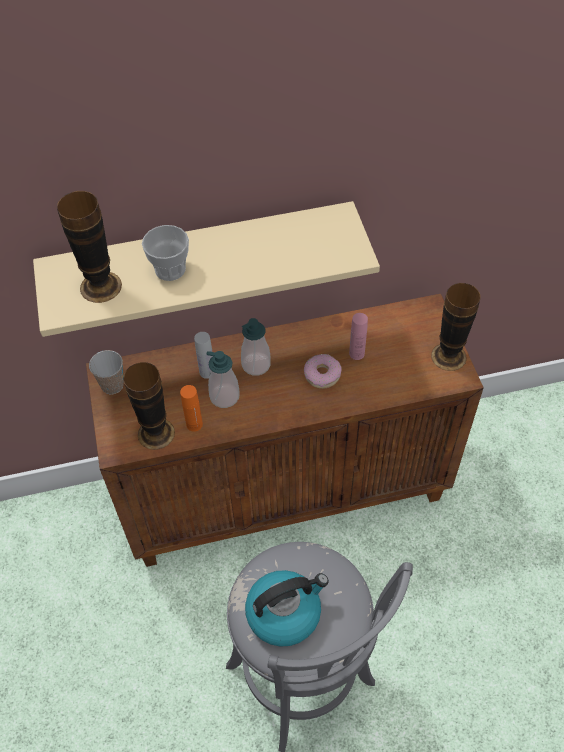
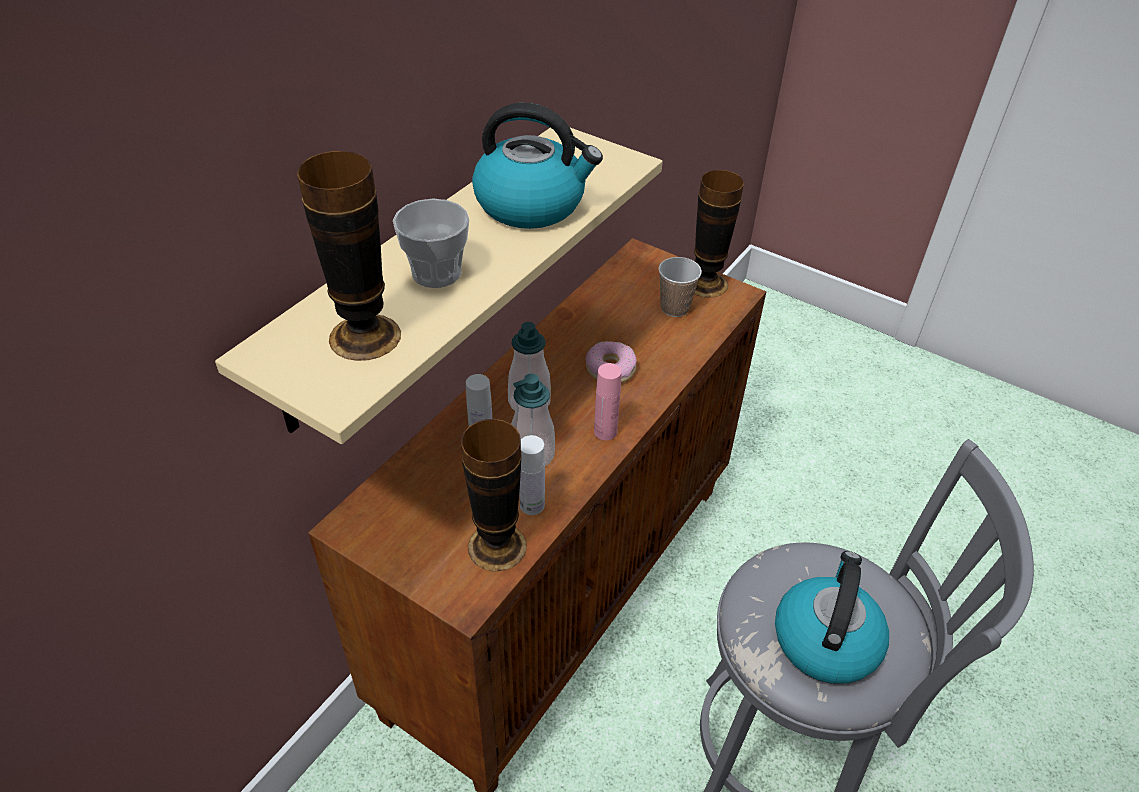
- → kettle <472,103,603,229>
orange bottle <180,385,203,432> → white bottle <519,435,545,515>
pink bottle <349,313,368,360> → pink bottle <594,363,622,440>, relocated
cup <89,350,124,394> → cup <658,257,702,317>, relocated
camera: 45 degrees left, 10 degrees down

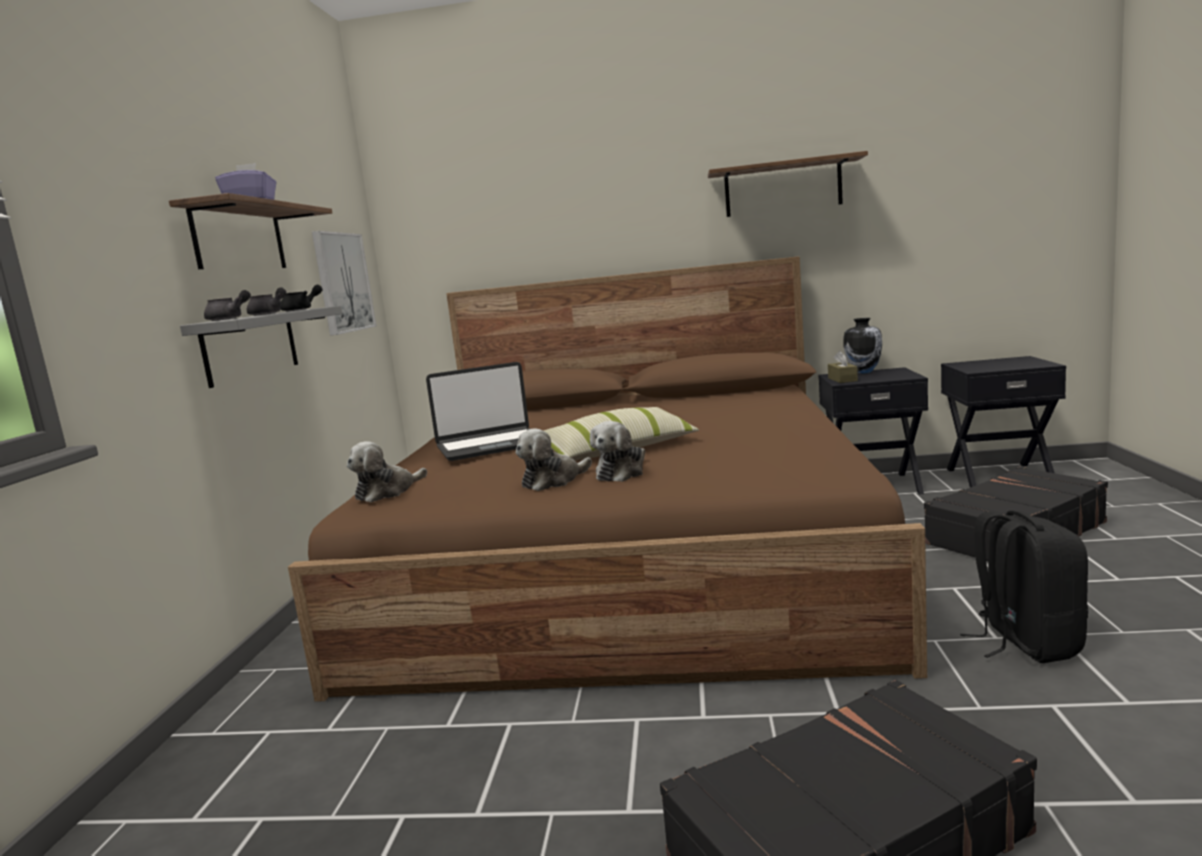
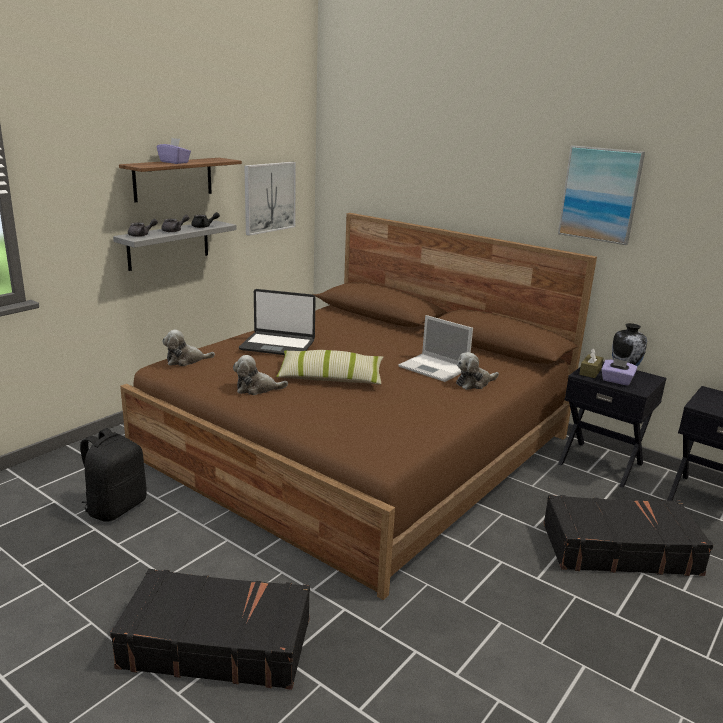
black backpack <960,511,1088,663> → black backpack <80,428,147,522>, relocated
- → laptop <398,315,473,382>
plush toy <590,421,645,482> → plush toy <456,352,499,390>, relocated
shelf <708,151,868,217> → picture <558,145,645,245>
- → purple tissue box <601,358,637,386>
camera: 30 degrees right, 10 degrees up

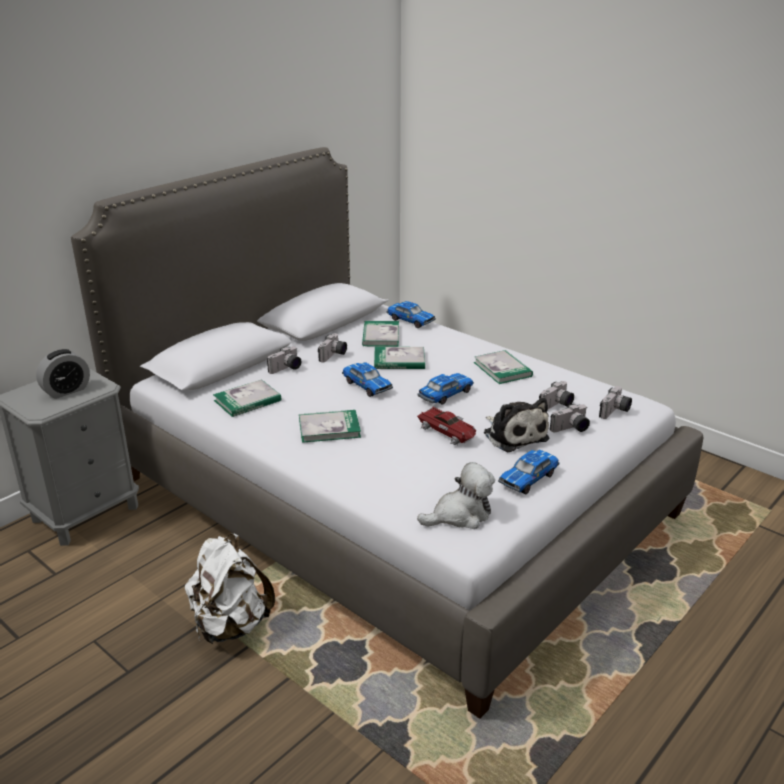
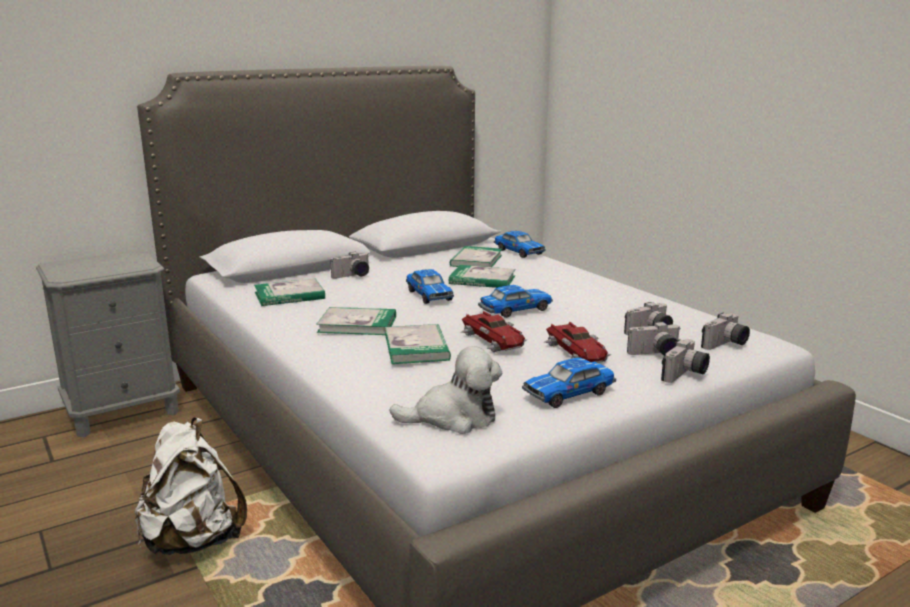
book <474,350,533,384> → book <385,324,451,364>, relocated
plush toy <484,398,549,452> → toy car <545,321,612,363>
photo camera <318,333,347,363> → photo camera <661,339,710,383>, relocated
alarm clock <36,349,90,399> → -
camera: 15 degrees right, 10 degrees down

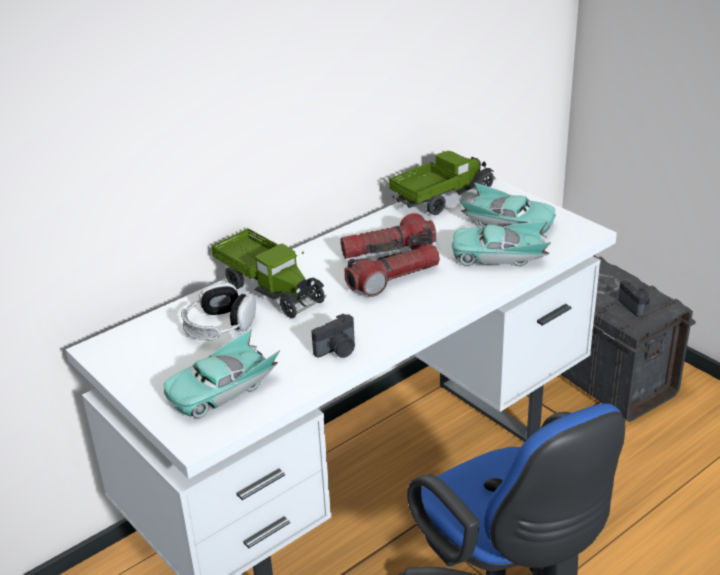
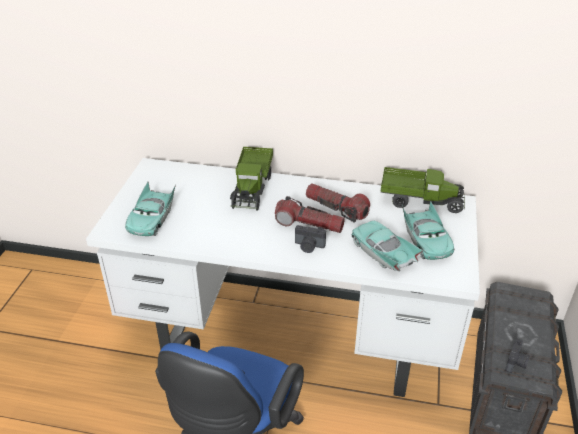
turquoise toy car <163,329,280,418> → turquoise toy car <125,182,176,236>, 90 degrees counterclockwise
photo camera <311,314,355,358> → photo camera <295,225,326,253>, relocated
headphones <181,283,256,340> → -
camera: 50 degrees right, 5 degrees up

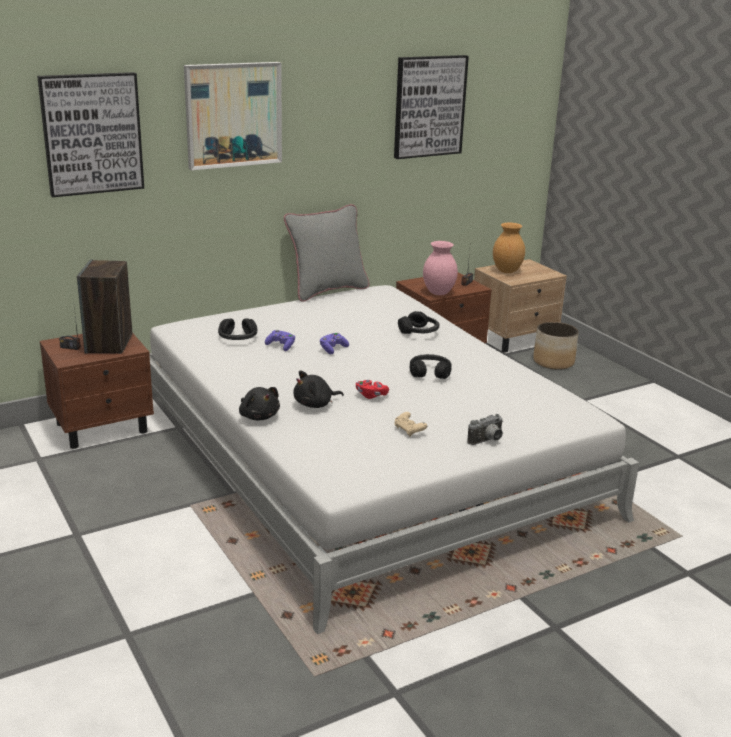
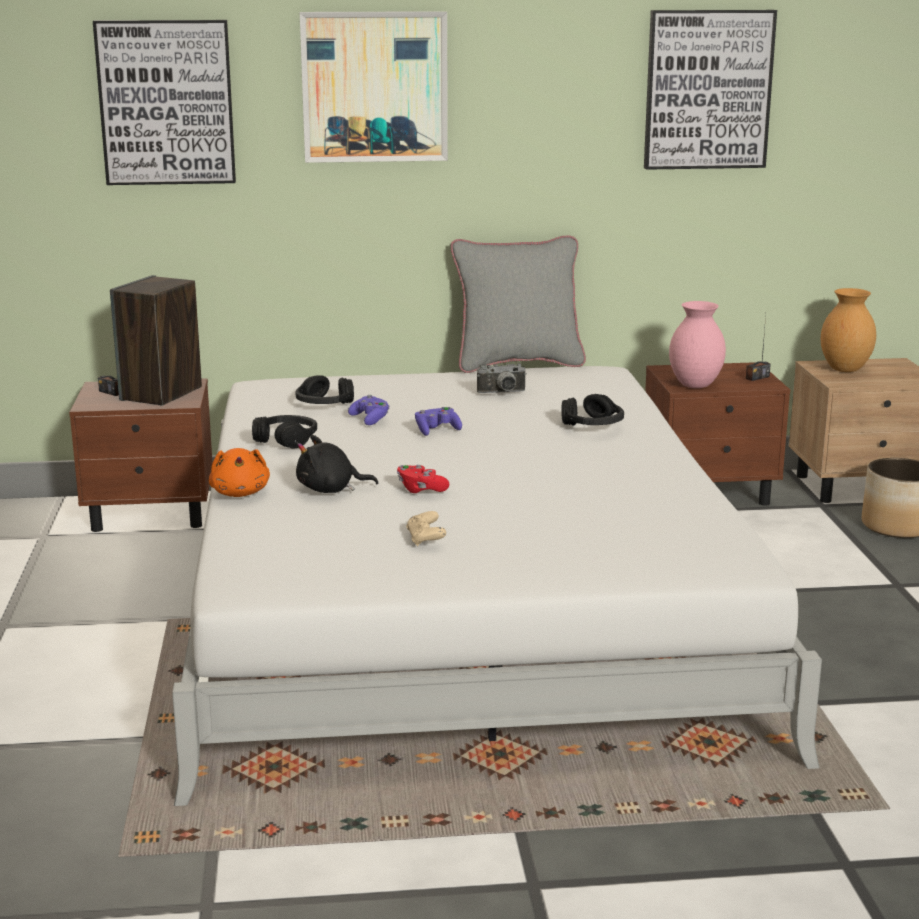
black plush toy <239,387,280,420> → orange plush toy <209,448,270,497>
black headphones <410,354,451,379> → black headphones <252,415,317,448>, relocated
photo camera <467,414,503,445> → photo camera <477,363,527,393>, relocated
camera: 25 degrees right, 5 degrees down

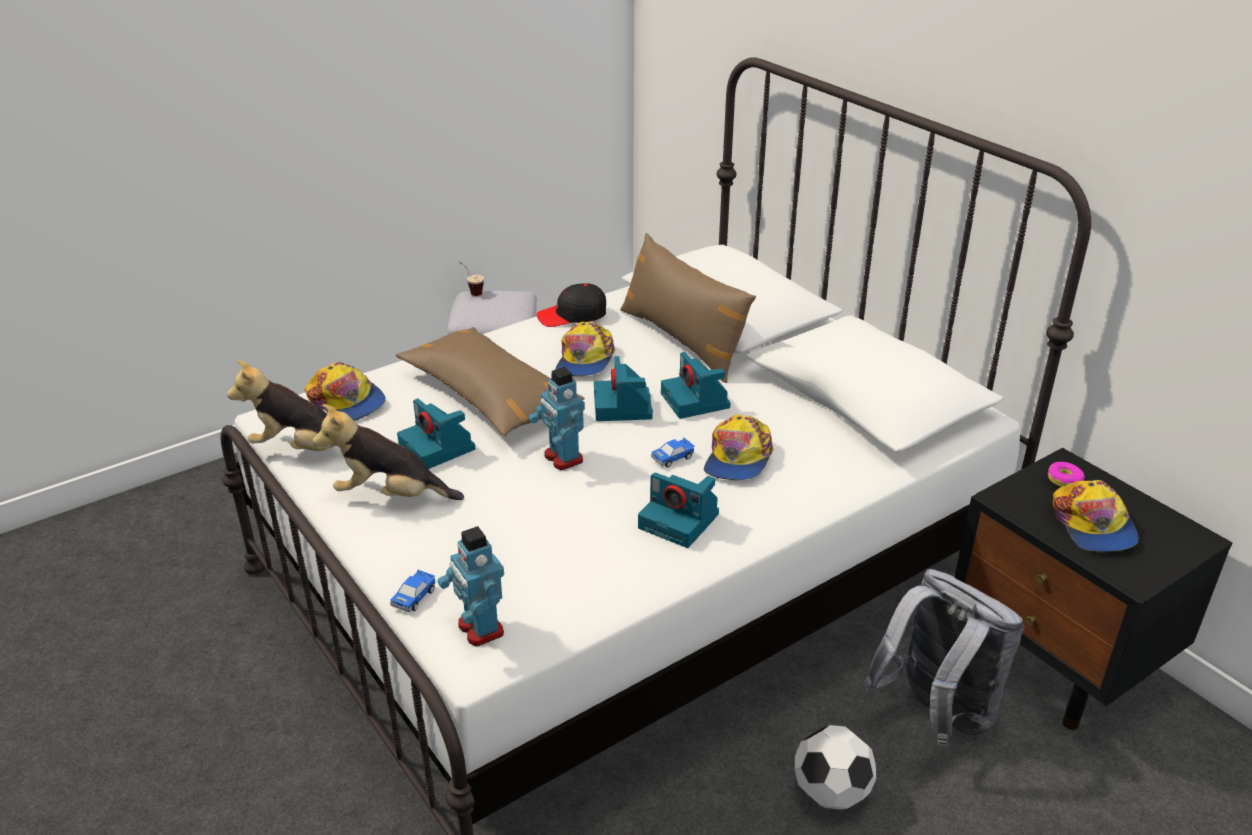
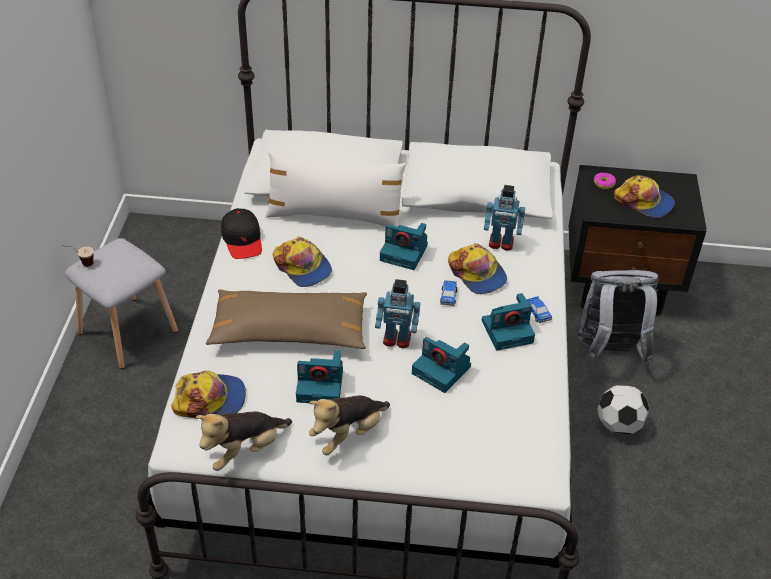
black cap <537,283,606,327> → black cap <221,208,262,259>, 45 degrees counterclockwise
brown pillow <620,233,756,383> → white pillow <265,152,406,227>
photo camera <594,356,653,421> → photo camera <412,337,471,393>, relocated
toy robot <437,526,504,646> → toy robot <484,185,525,251>, relocated
toy car <390,570,435,613> → toy car <527,296,552,323>, relocated
camera: 50 degrees left, 10 degrees up

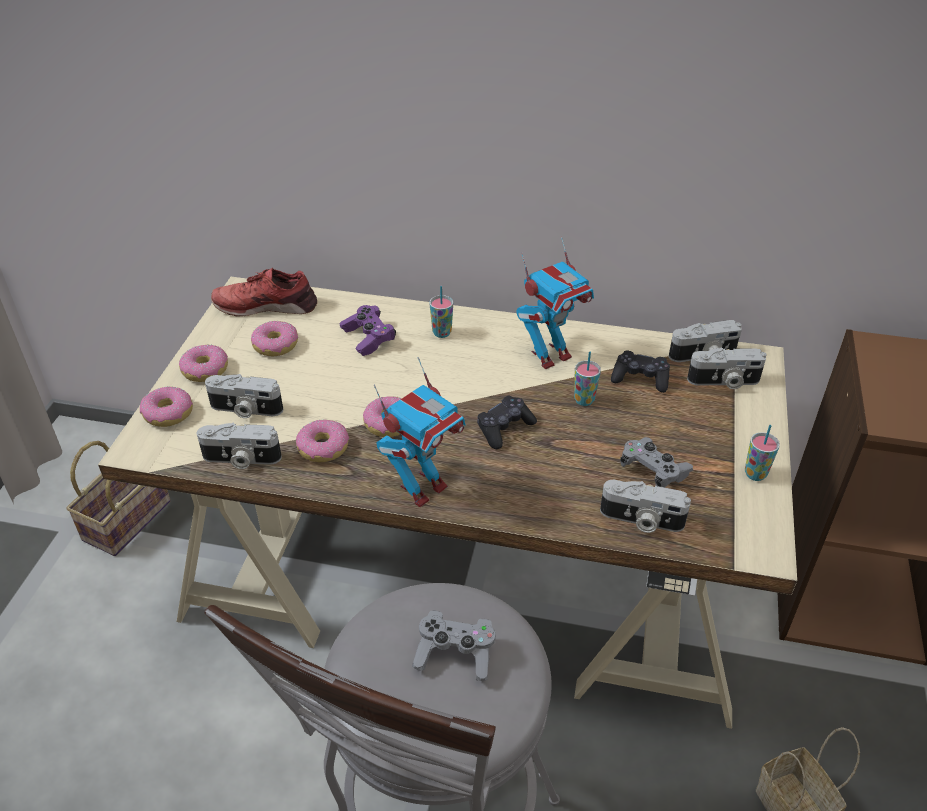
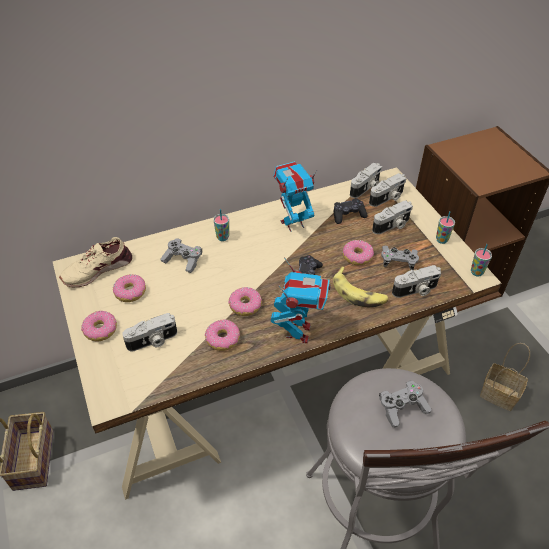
red shoe <211,268,317,317> → beige shoe <59,237,132,287>
purple game controller <340,305,396,356> → grey game controller <160,238,202,273>
toy robot <517,237,594,369> → toy robot <273,161,317,232>, 135 degrees counterclockwise
- → banana <333,267,389,307>
donut <140,386,193,427> → donut <343,240,374,265>, relocated
photo camera <197,423,282,469> → photo camera <372,200,413,234>, relocated
cup <574,352,601,406> → cup <471,244,492,277>, relocated
camera: 35 degrees left, 5 degrees up

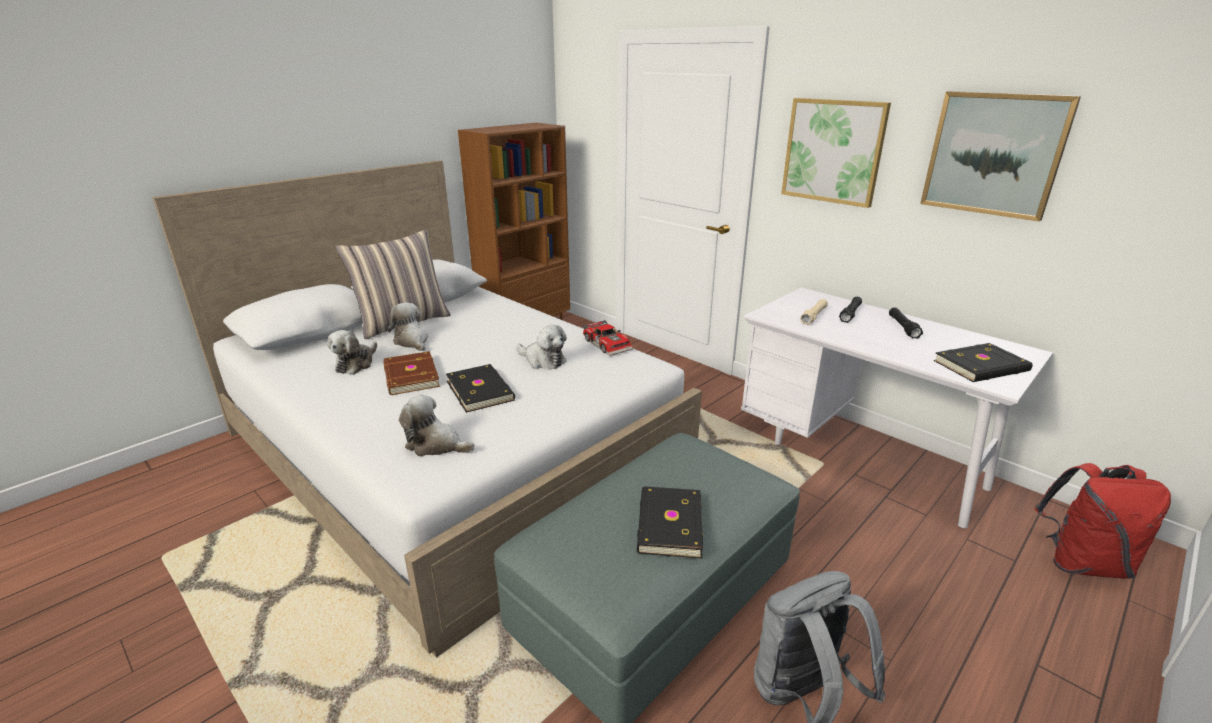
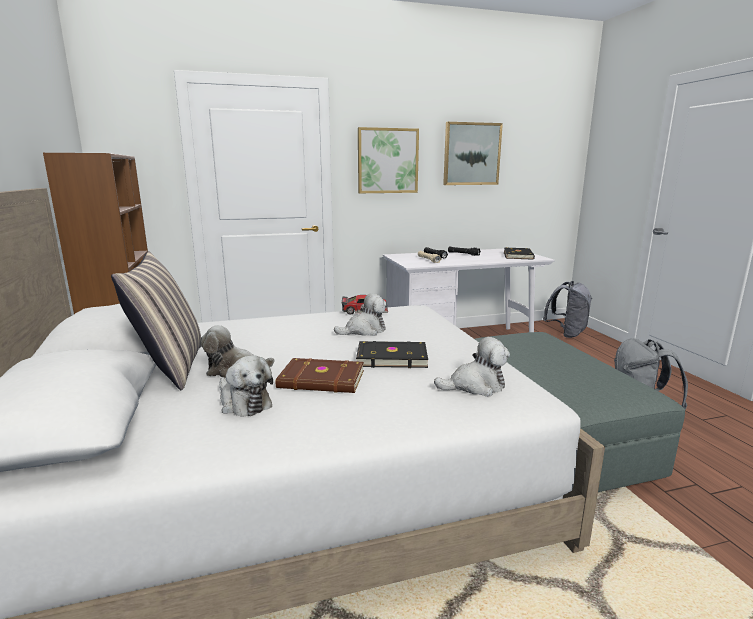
plush toy <399,395,474,456> → plush toy <434,337,510,397>, 150 degrees counterclockwise
red backpack <1034,463,1171,579> → grey backpack <543,281,592,338>
black book <637,486,703,558> → -
camera: 60 degrees left, 10 degrees down

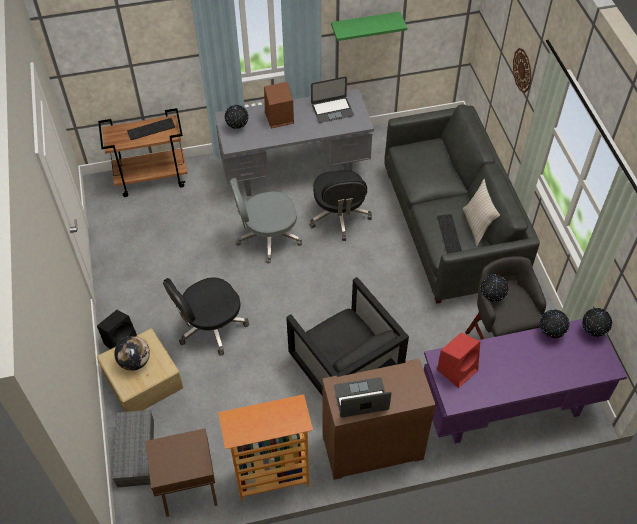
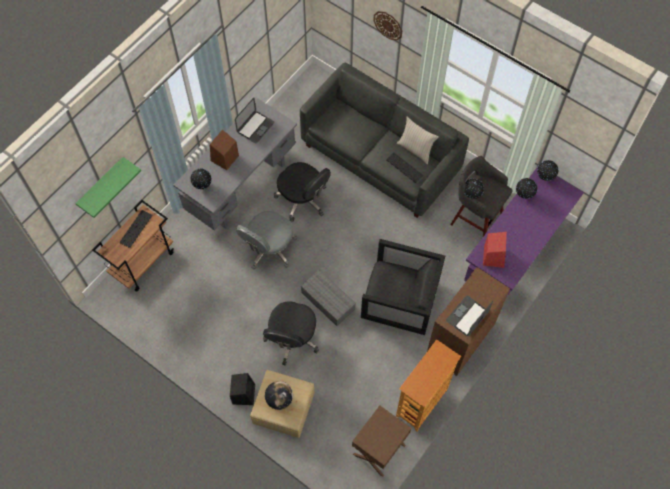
green shelf <331,12,407,41> → green shelf <75,157,141,218>, relocated
grey storage box <112,410,154,487> → grey storage box <301,270,356,326>, relocated
camera: 40 degrees left, 10 degrees up

